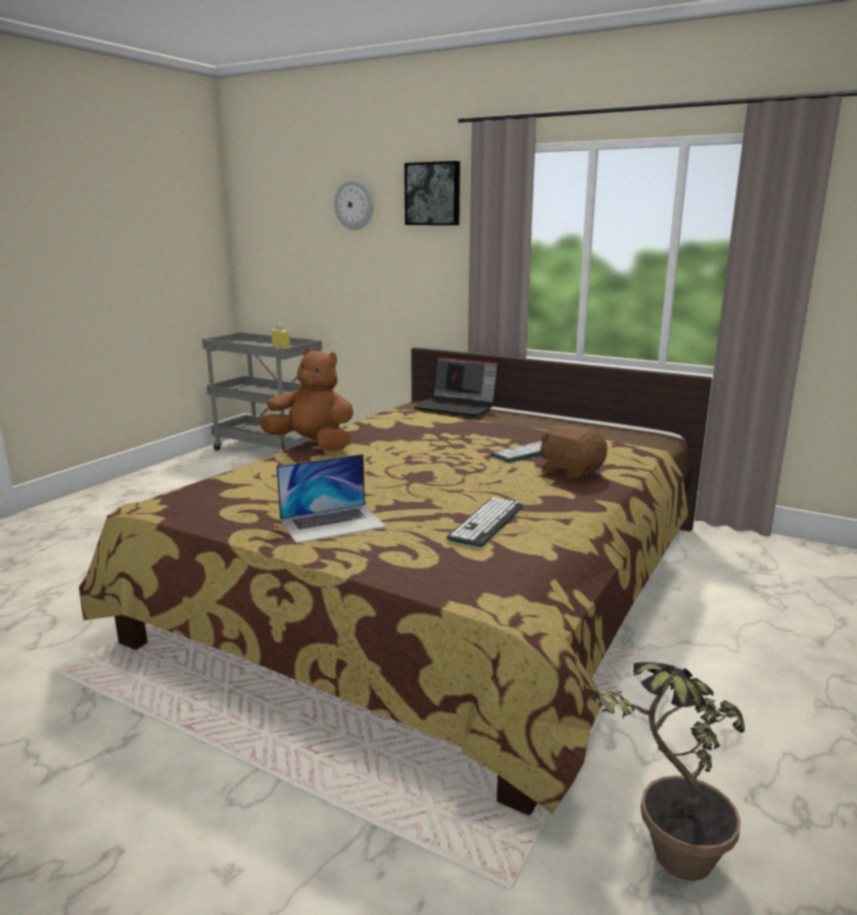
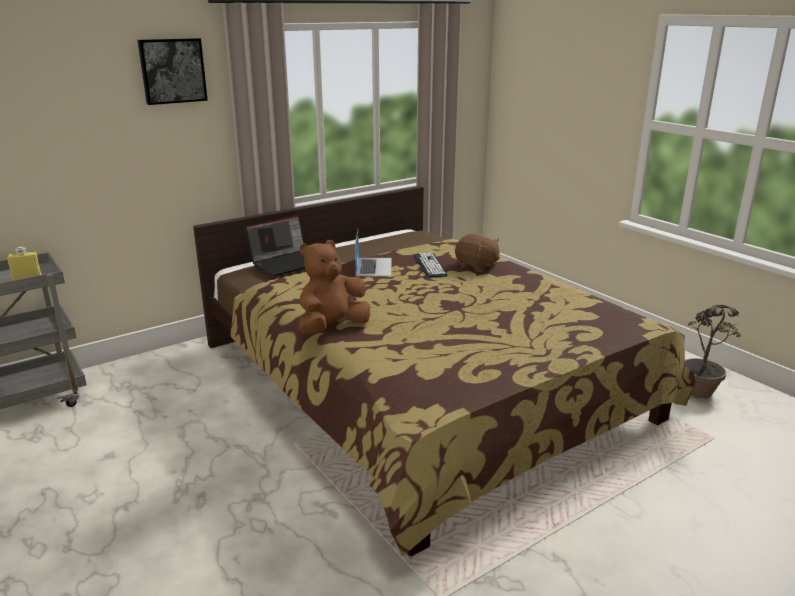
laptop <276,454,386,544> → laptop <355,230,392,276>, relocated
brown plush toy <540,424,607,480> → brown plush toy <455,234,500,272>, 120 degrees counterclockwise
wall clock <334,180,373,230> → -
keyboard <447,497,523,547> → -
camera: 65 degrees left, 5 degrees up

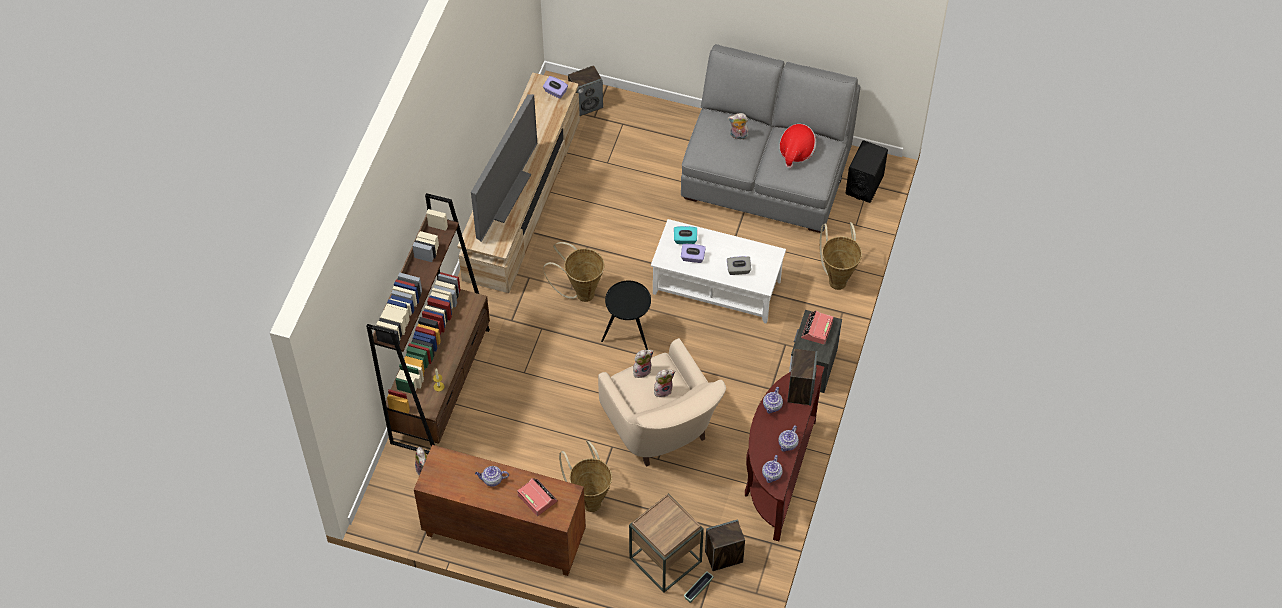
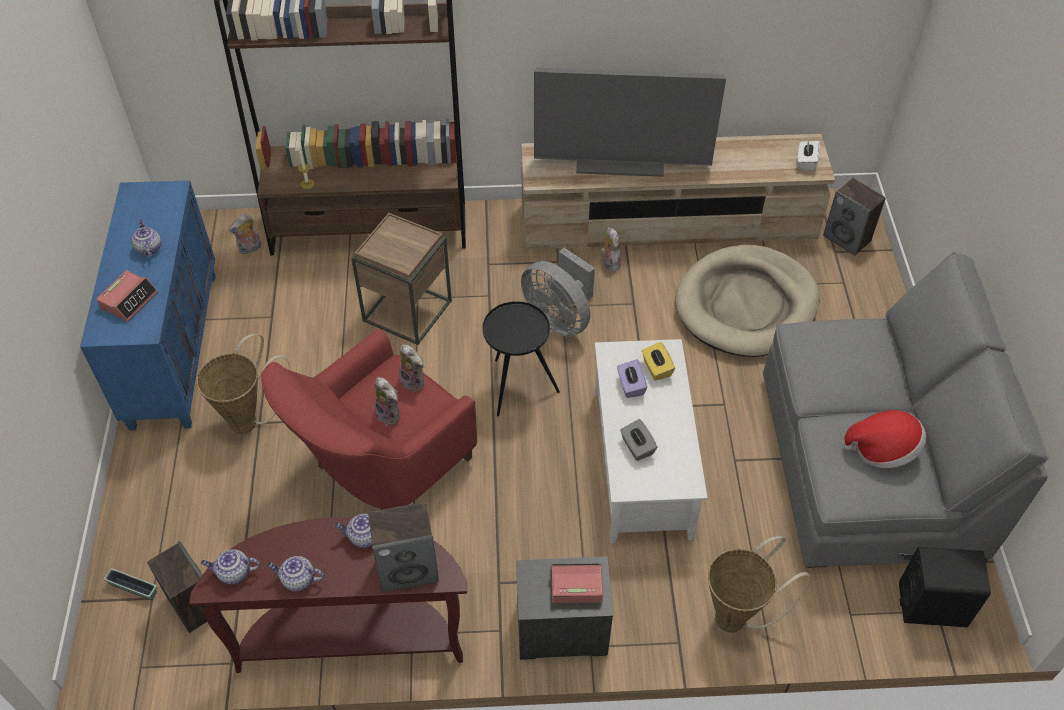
brown cabinet <414,445,586,576> → blue cabinet <80,180,215,431>
beige armchair <598,339,726,467> → red armchair <261,329,477,510>
brown side table <629,494,704,593> → brown side table <351,213,452,345>, relocated
basket <543,242,605,302> → grey fan <521,248,595,337>
plush toy <728,113,748,140> → plush toy <601,226,621,272>, relocated
turquoise tissue box <674,226,697,244> → yellow tissue box <642,342,675,381>
- → beige dog bed <675,245,820,357>
purple tissue box <543,76,568,99> → white tissue box <798,139,820,171>
camera: 70 degrees right, 5 degrees down

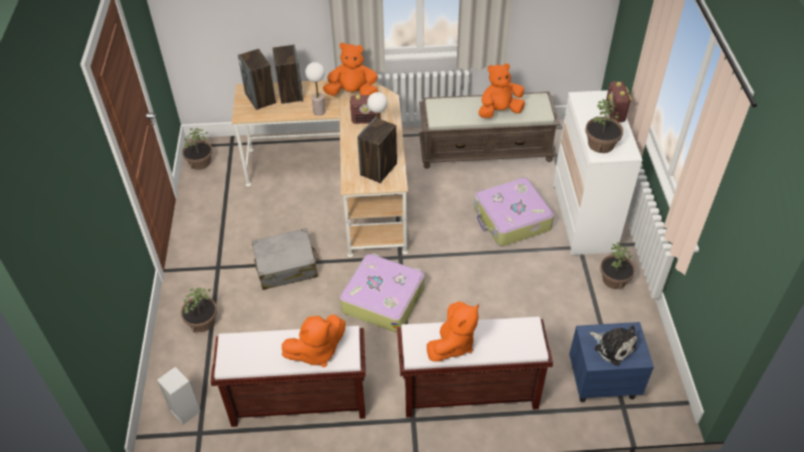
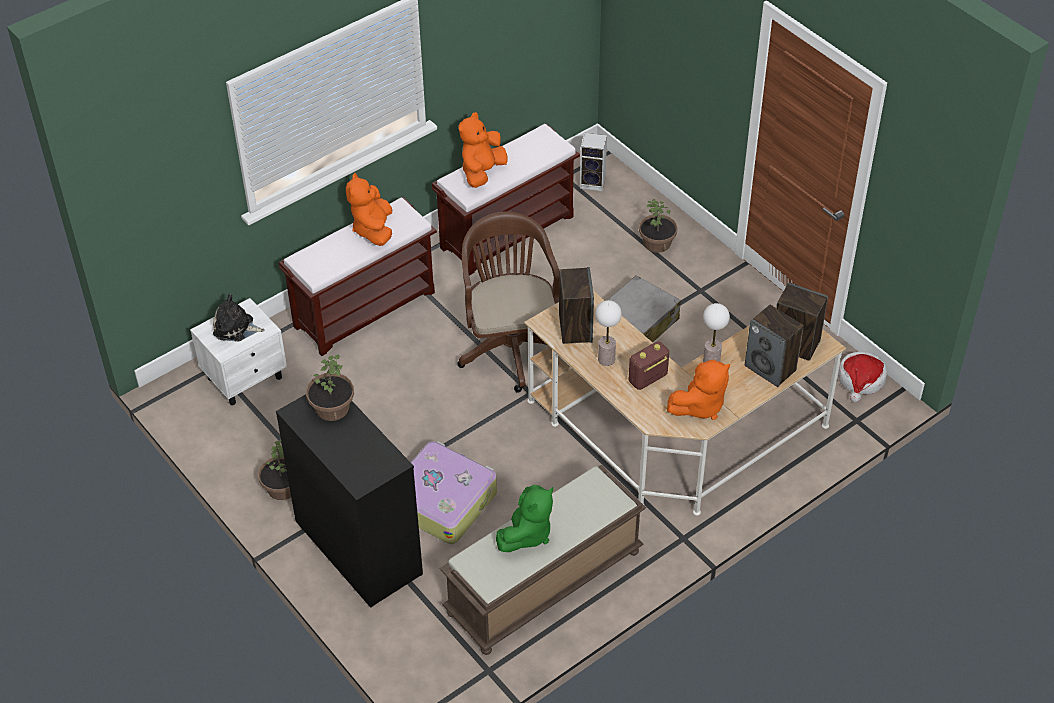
blue nightstand <569,322,654,403> → white nightstand <190,298,287,405>
white dresser <553,90,642,255> → black dresser <276,394,423,608>
suitcase <340,253,425,333> → brown office chair <457,212,559,393>
orange plush toy <478,63,525,118> → green plush toy <496,485,553,552>
potted plant <182,128,213,170> → hat <838,352,887,403>
radio <606,82,632,122> → -
camera: 145 degrees right, 0 degrees up

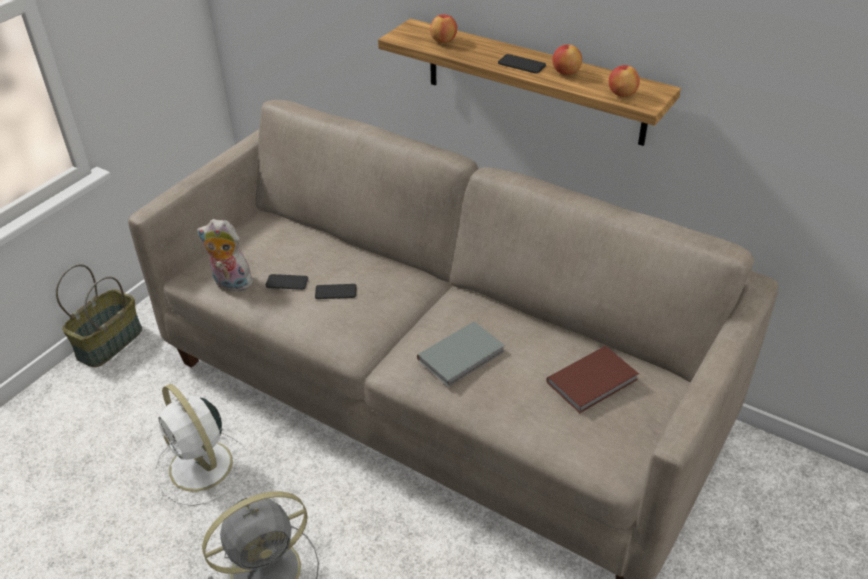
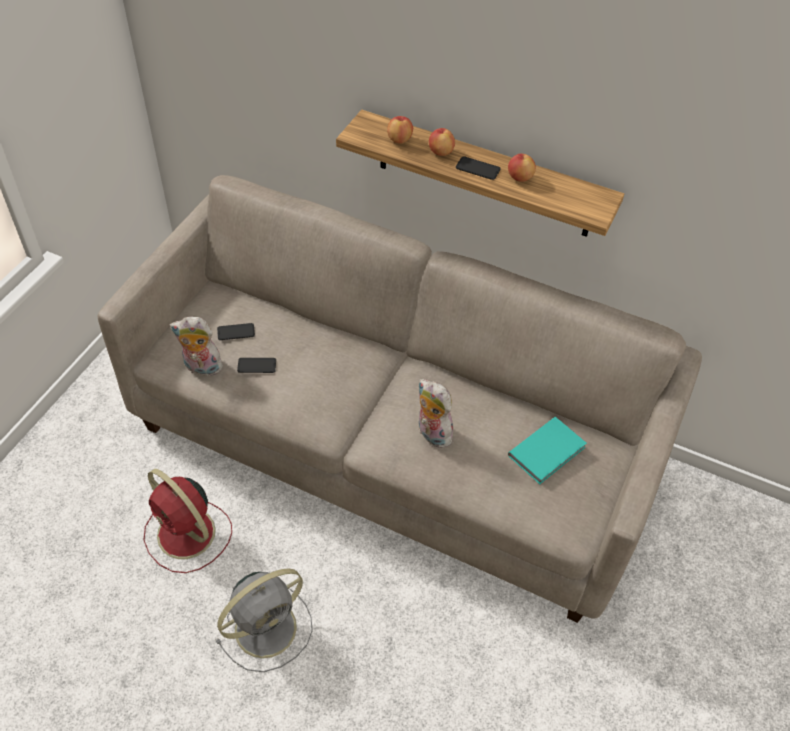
white fan <155,384,251,506> → red fan <144,469,232,573>
phone <315,284,357,299> → phone <217,323,255,340>, relocated
grey book <417,321,505,387> → plush toy <419,379,453,448>
apple <609,64,640,97> → apple <429,128,455,156>, relocated
brown book <546,346,639,413> → turquoise book <508,417,587,484>
basket <56,264,142,367> → -
camera: 10 degrees left, 10 degrees up

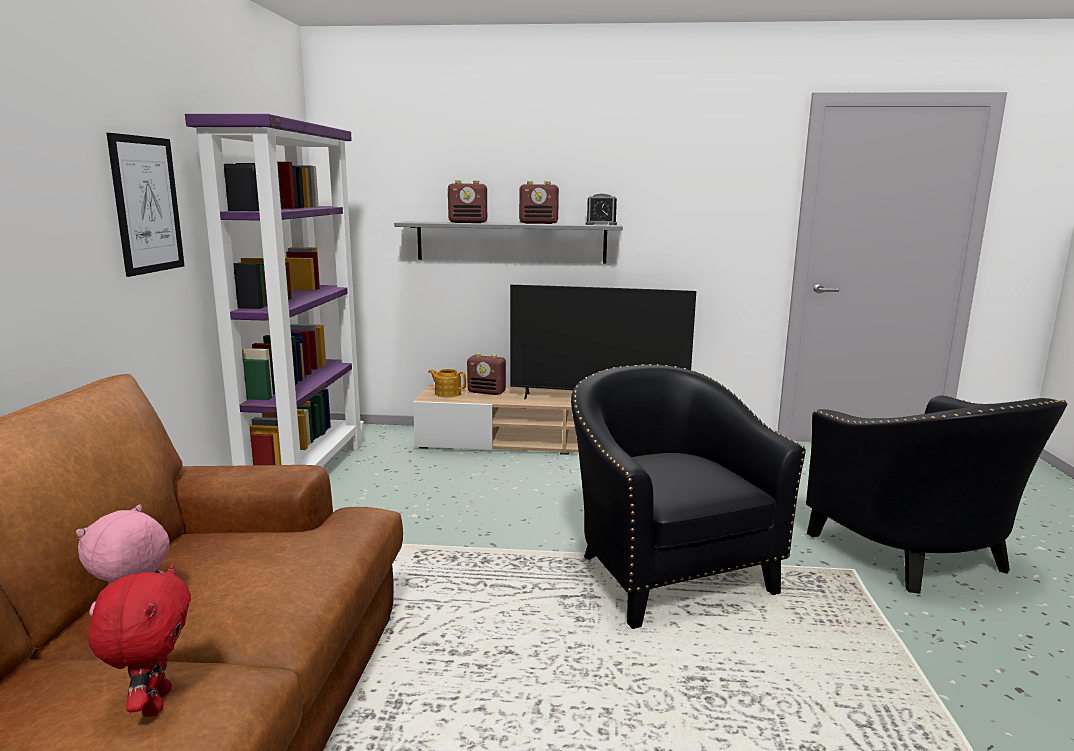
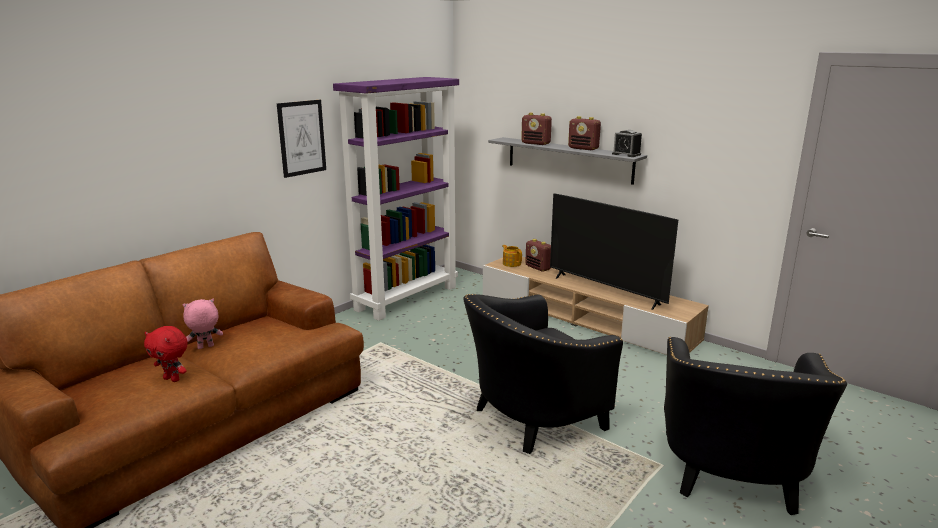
red plush toy <88,564,191,717> → red plush toy <144,326,188,382>, 90 degrees clockwise
black armchair <571,364,806,629> → black armchair <463,294,623,454>, 135 degrees counterclockwise
camera: 35 degrees right, 5 degrees up

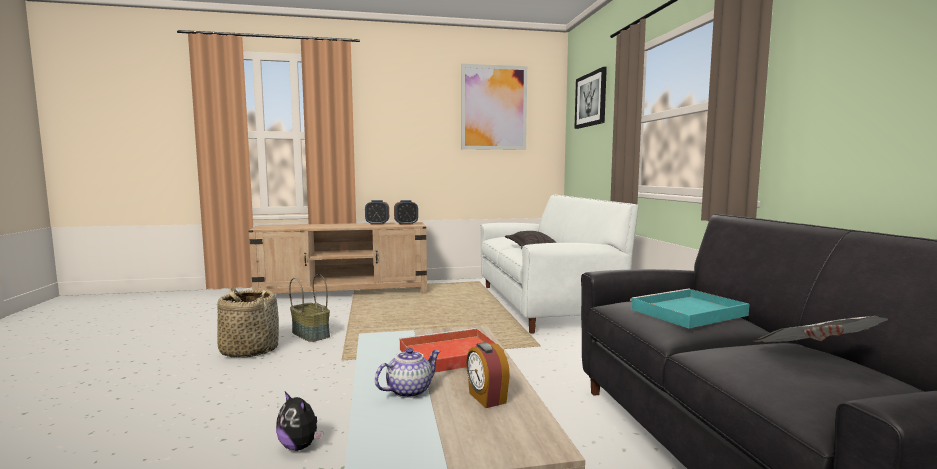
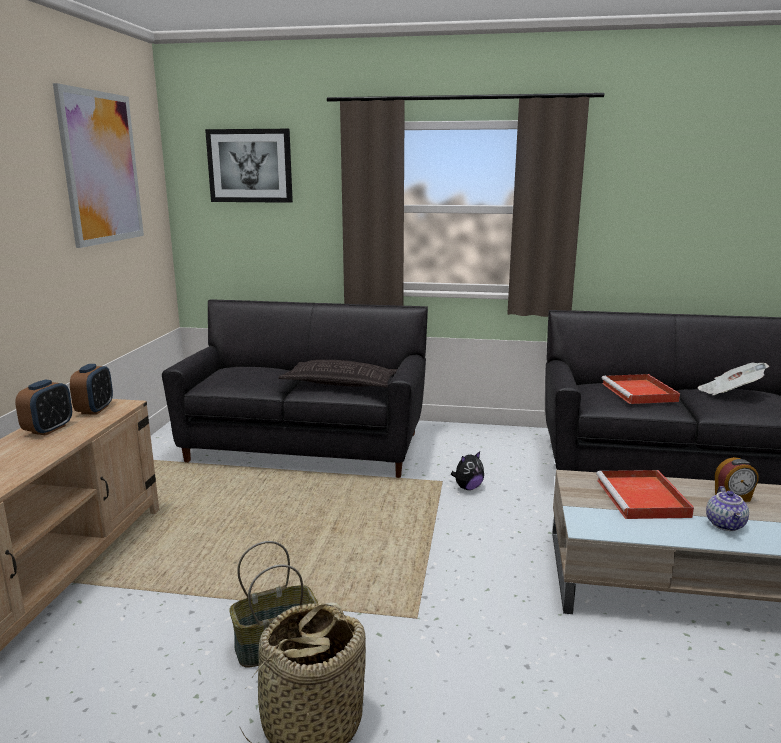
white sofa <480,195,639,334> → black sofa <162,299,428,478>
plush toy <276,392,323,451> → plush toy <451,451,484,490>, relocated
turquoise tray <630,289,749,329> → red tray <601,374,680,404>
teapot <375,348,441,398> → teapot <706,486,749,531>, 150 degrees counterclockwise
camera: 70 degrees left, 10 degrees up

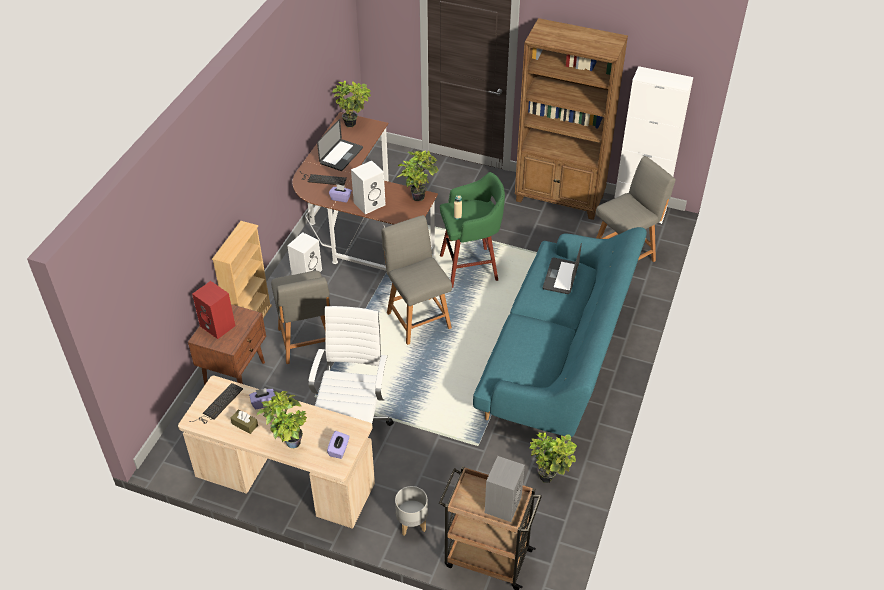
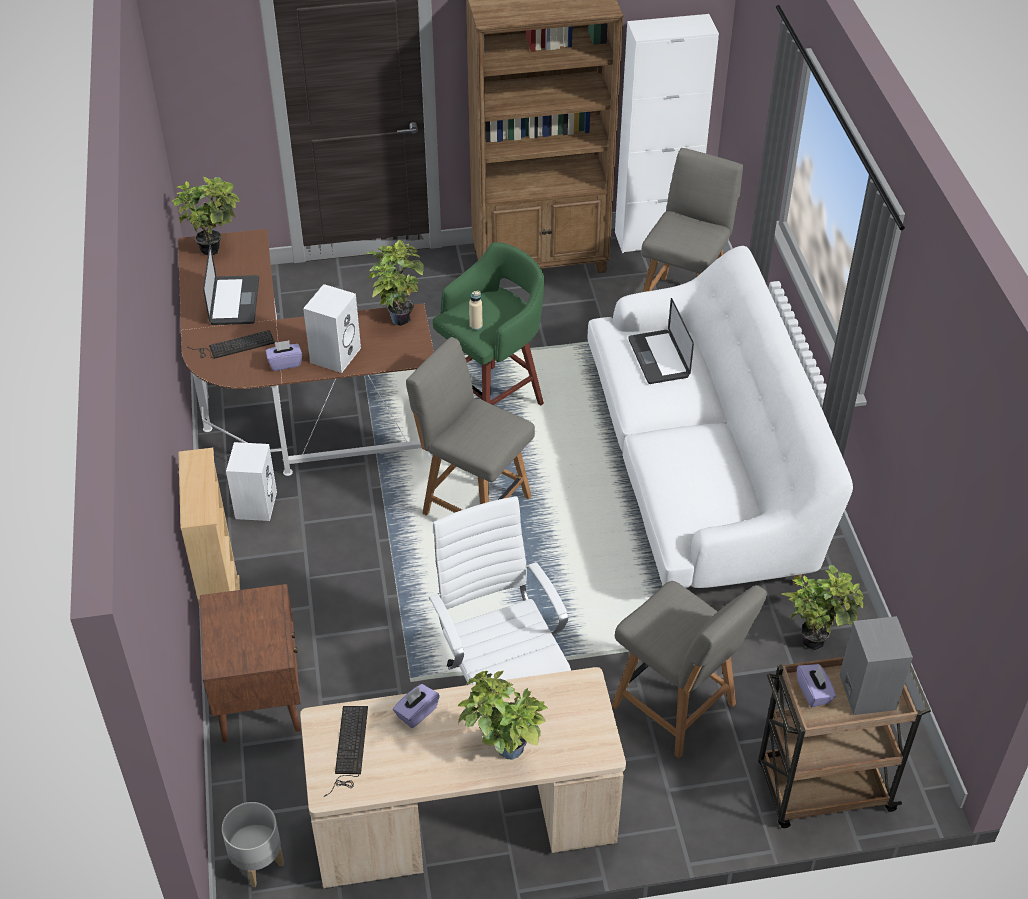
grey planter <395,486,428,536> → grey planter <222,802,284,887>, relocated
turquoise sofa <473,227,647,439> → white sofa <588,246,853,588>
grey chair <271,271,330,364> → grey chair <612,581,767,758>, relocated
purple tissue box <327,431,350,459> → purple tissue box <797,664,836,707>, relocated
red speaker <192,281,235,339> → -
brown tissue box <230,409,258,434> → -
camera: 30 degrees left, 0 degrees up

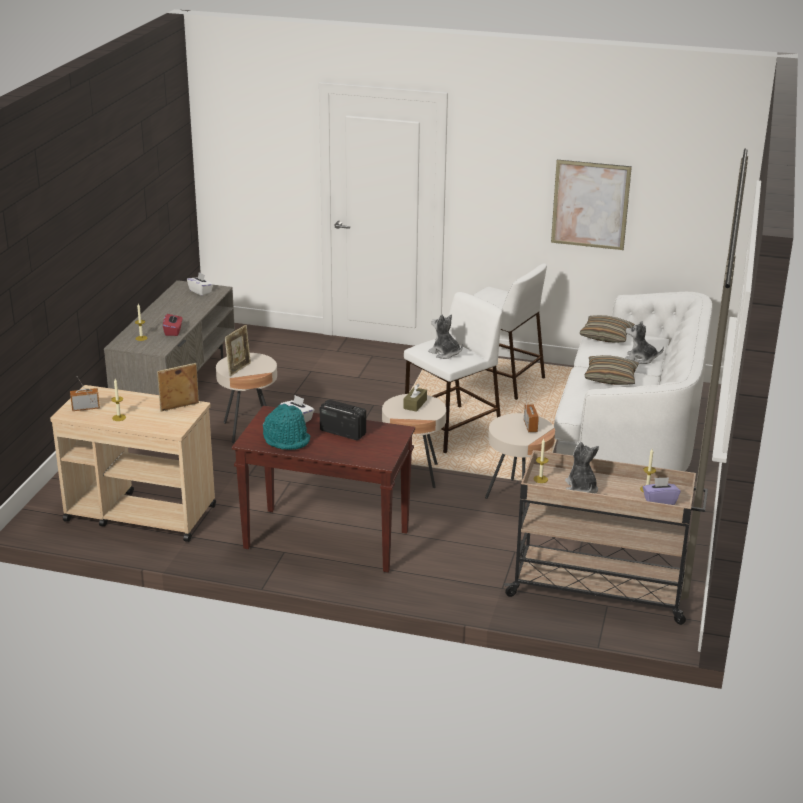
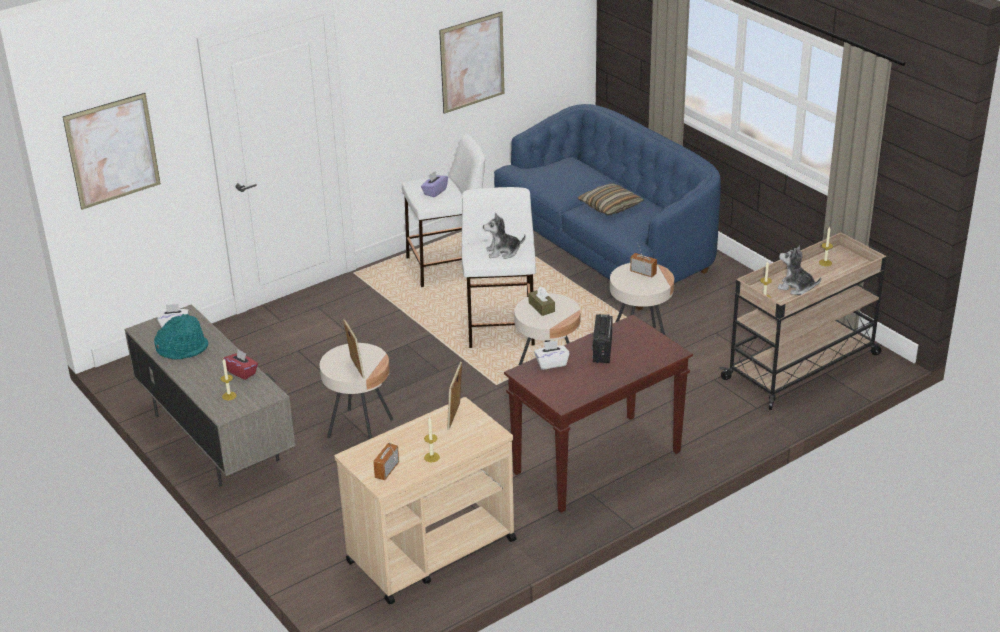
- → picture <63,93,161,210>
turquoise hat <263,403,310,450> → turquoise hat <154,314,208,360>, relocated
purple tissue box <643,477,681,505> → purple tissue box <421,171,448,197>, relocated
white sofa <554,292,712,471> → blue sofa <494,104,721,310>
radio <320,399,366,440> → radio <592,314,613,363>, 60 degrees counterclockwise
pillow <580,315,635,343> → -
plush toy <625,321,664,364> → -
camera: 50 degrees left, 5 degrees up

